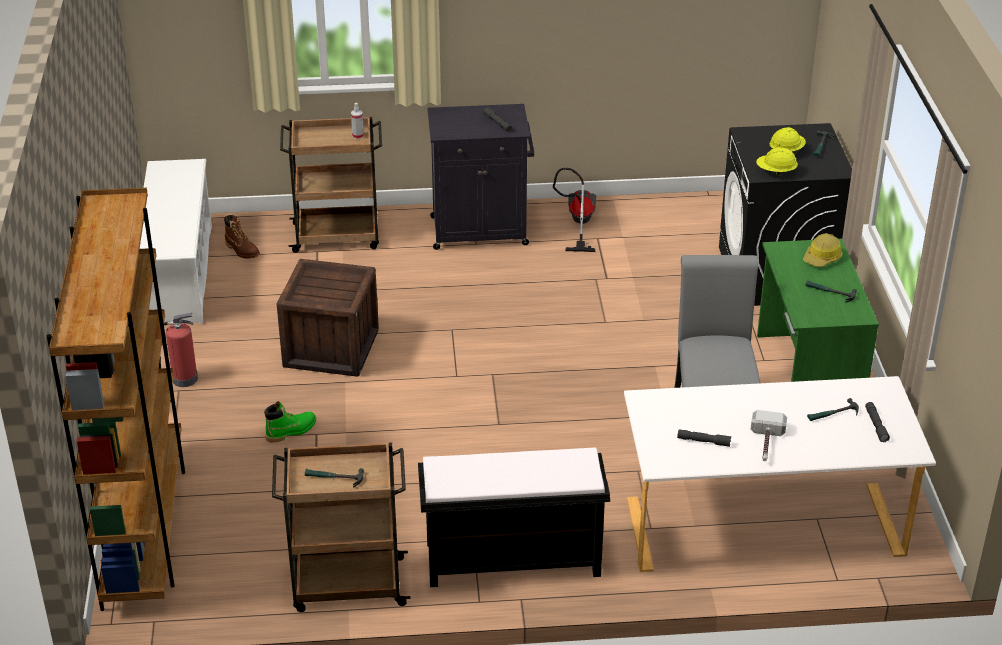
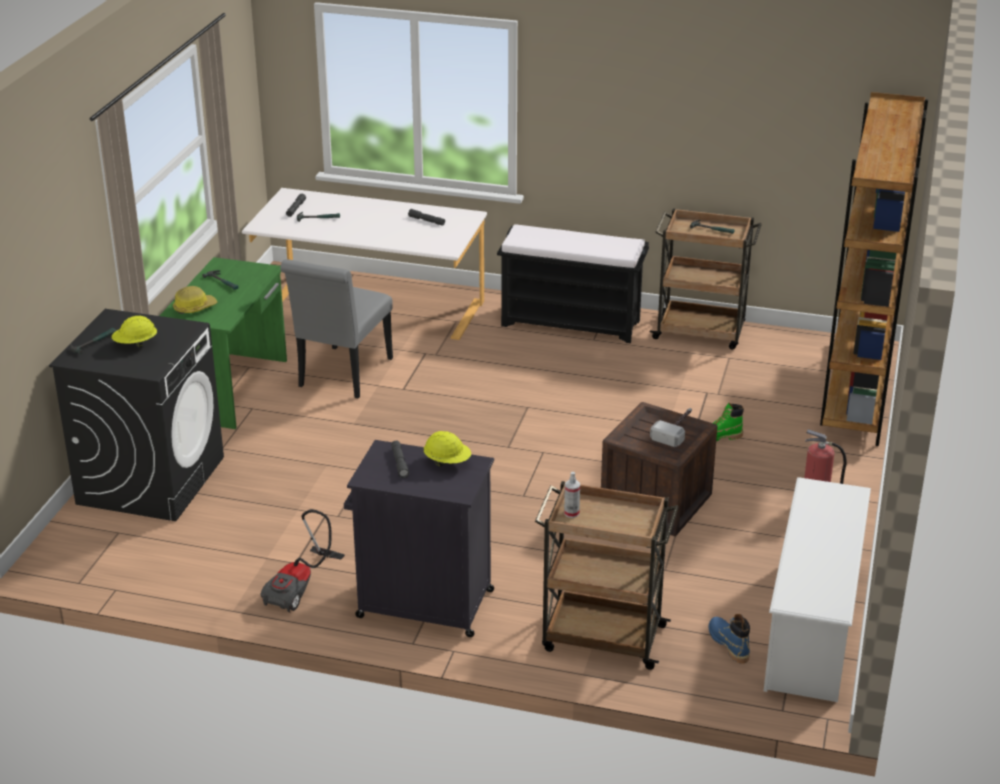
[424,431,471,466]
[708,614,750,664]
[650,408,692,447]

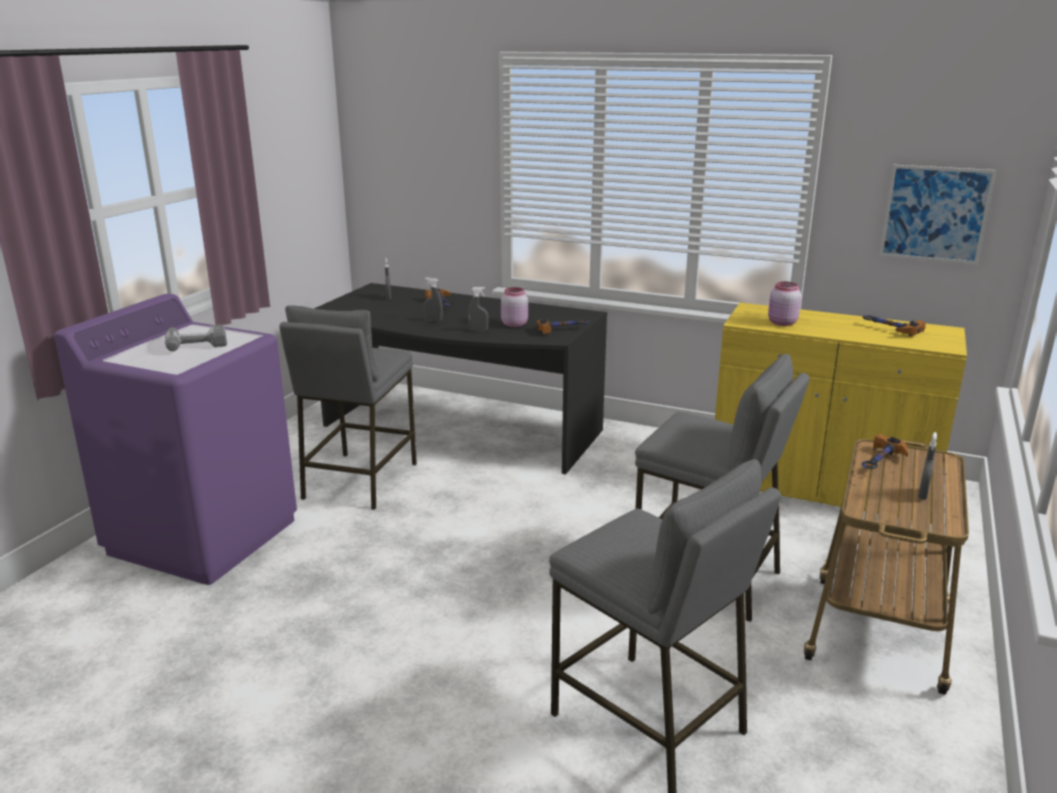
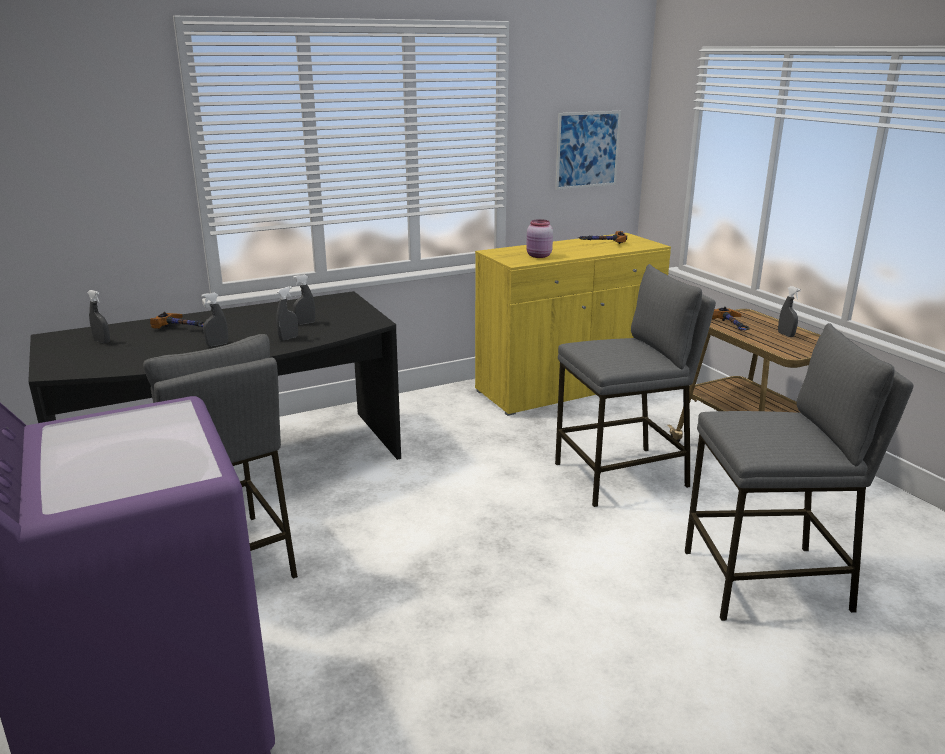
[293,275,315,325]
[536,318,590,334] (first image)
[165,325,227,351] (first image)

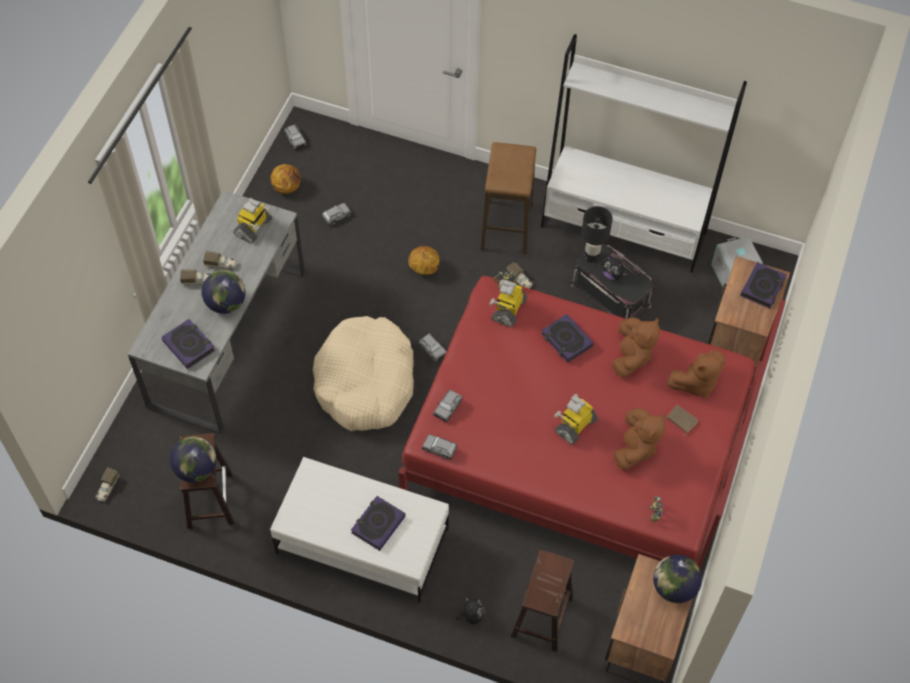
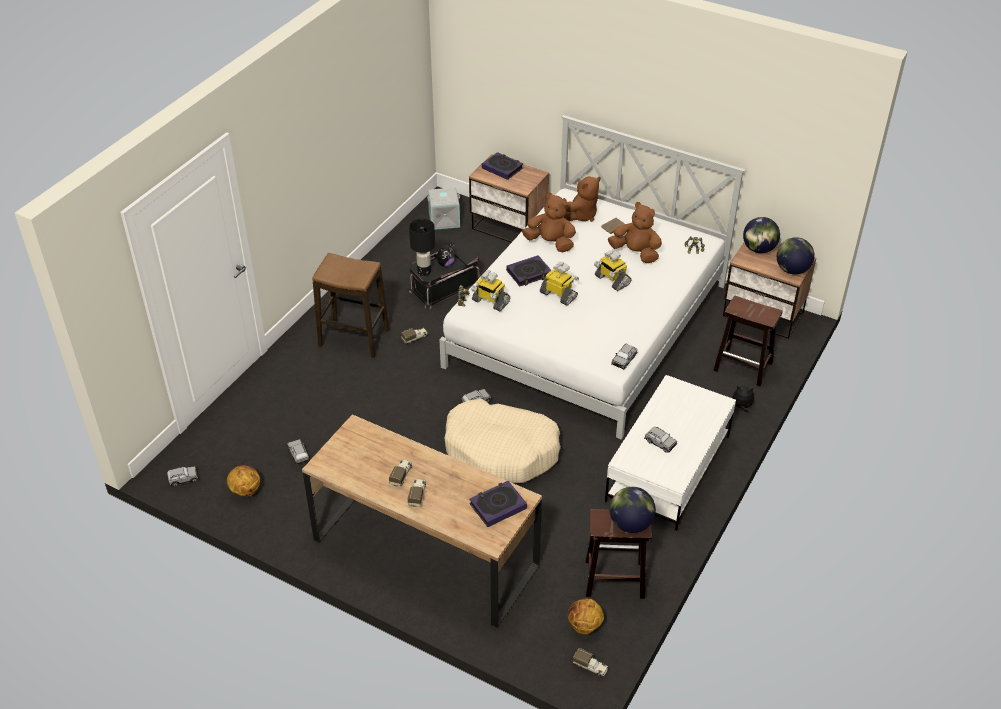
[541,34,747,273] (first image)
[302,414,542,628]
[540,262,579,305]
[568,598,604,635]
[777,237,815,275]
[439,115,745,439]
[563,176,601,222]
[644,426,677,453]
[351,496,405,551] (first image)

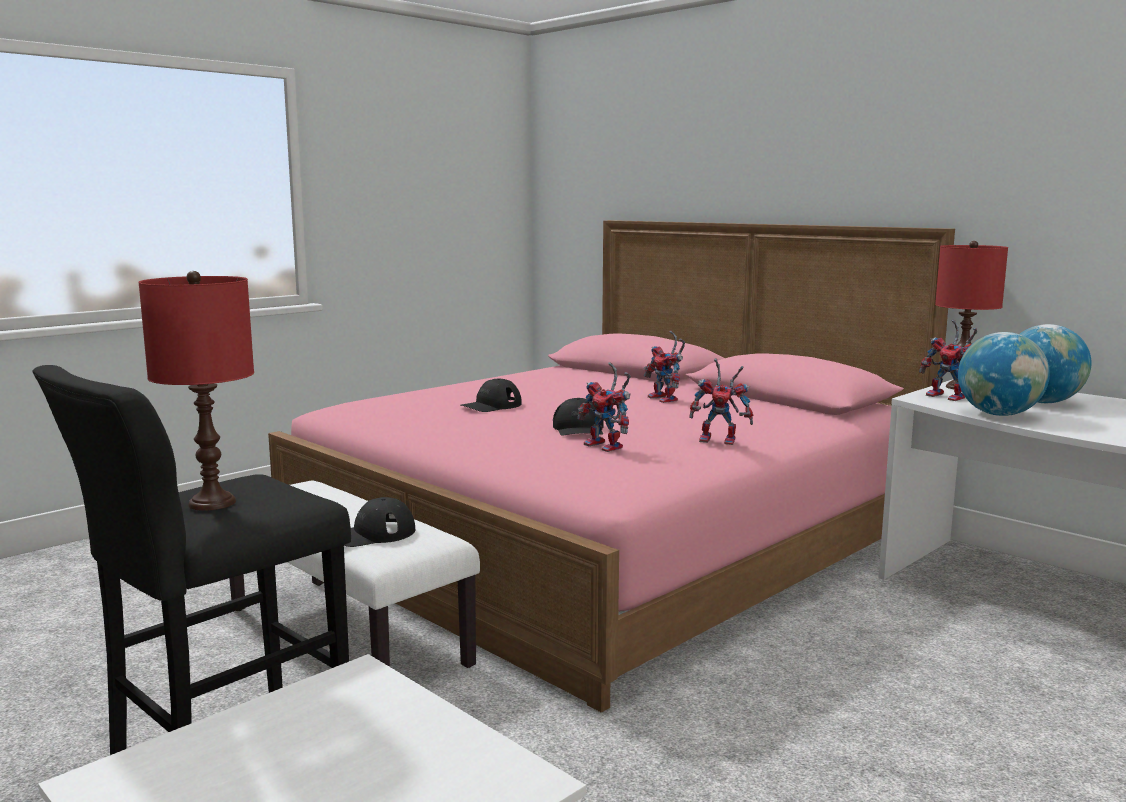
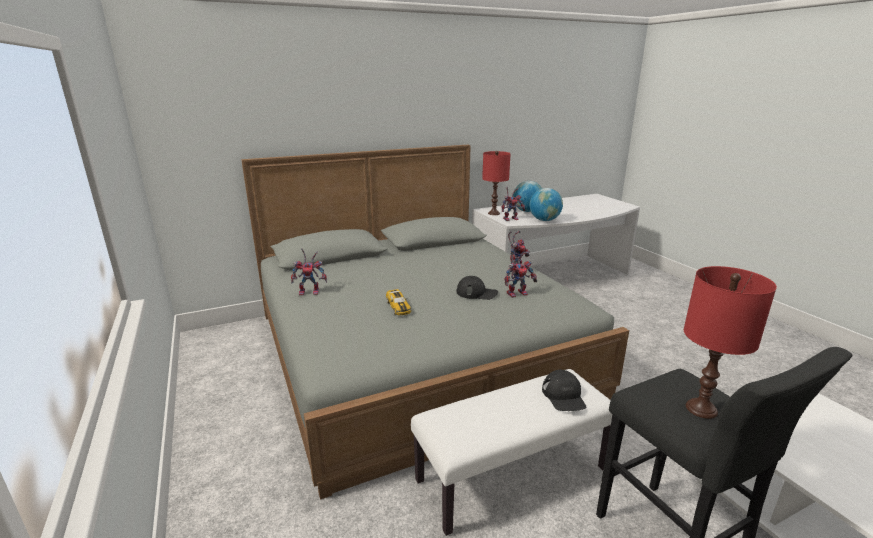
[241,145,629,499]
[291,248,327,296]
[386,289,411,315]

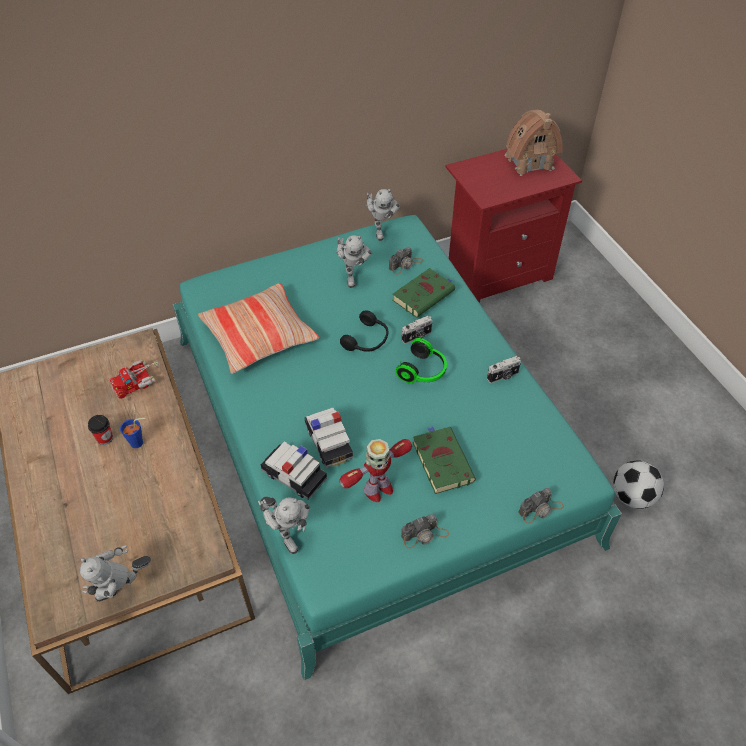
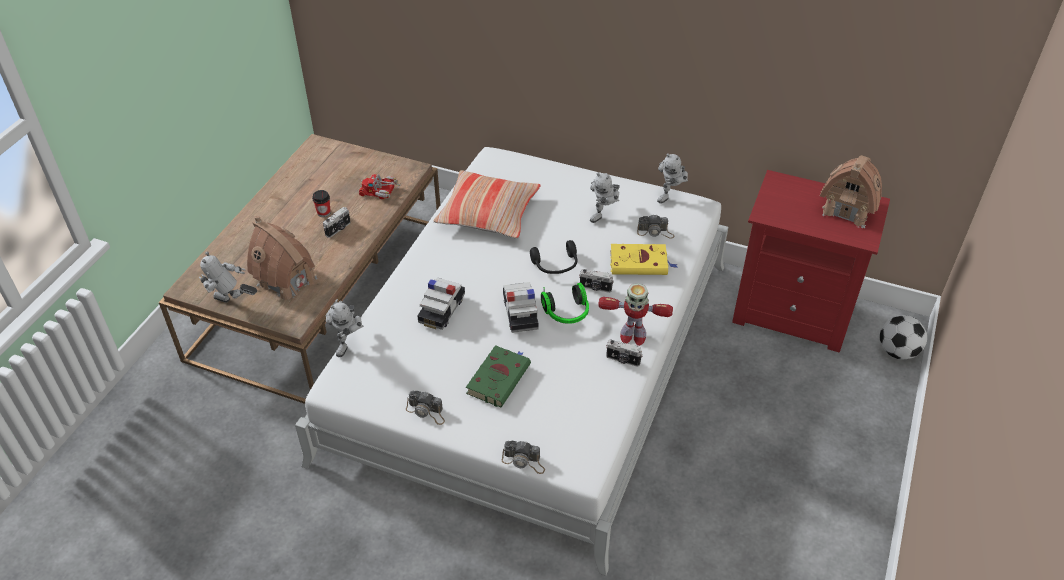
[295,147,728,576]
[610,244,677,275]
[323,207,351,238]
[598,283,673,346]
[503,282,538,333]
[880,315,927,359]
[247,215,318,302]

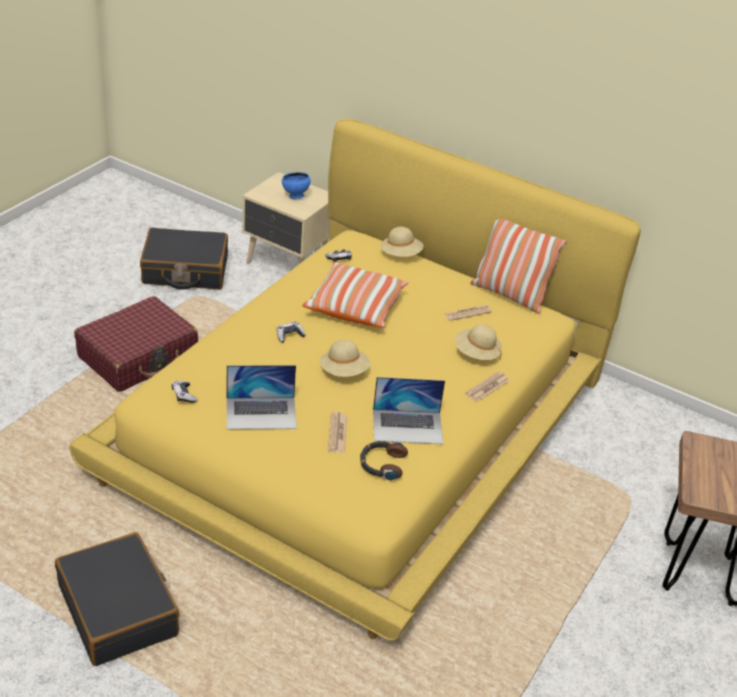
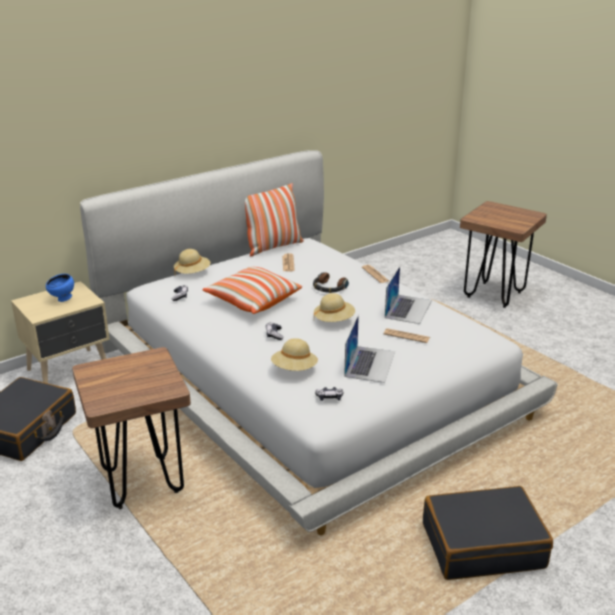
[80,150,557,535]
[72,347,191,509]
[271,338,318,371]
[313,272,349,293]

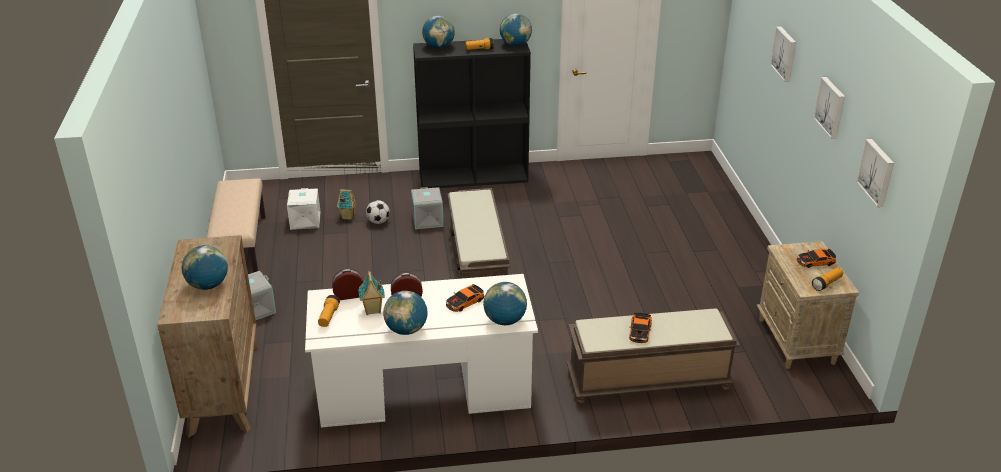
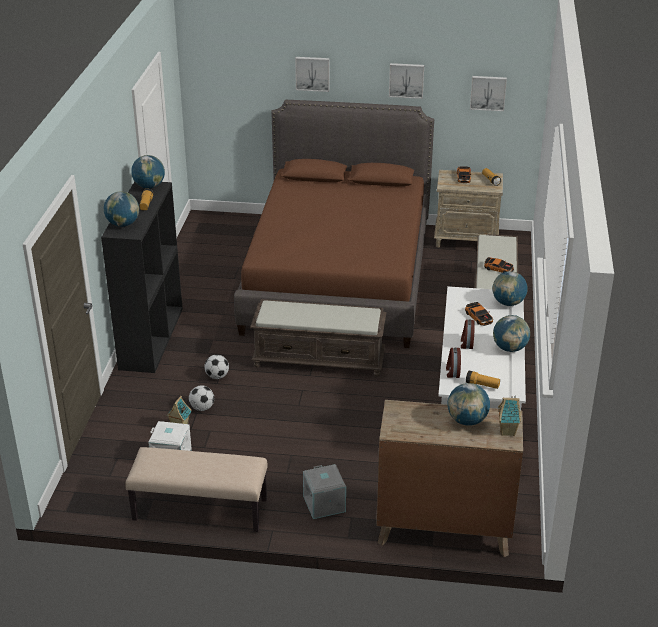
[204,355,229,379]
[498,395,521,436]
[234,100,434,348]

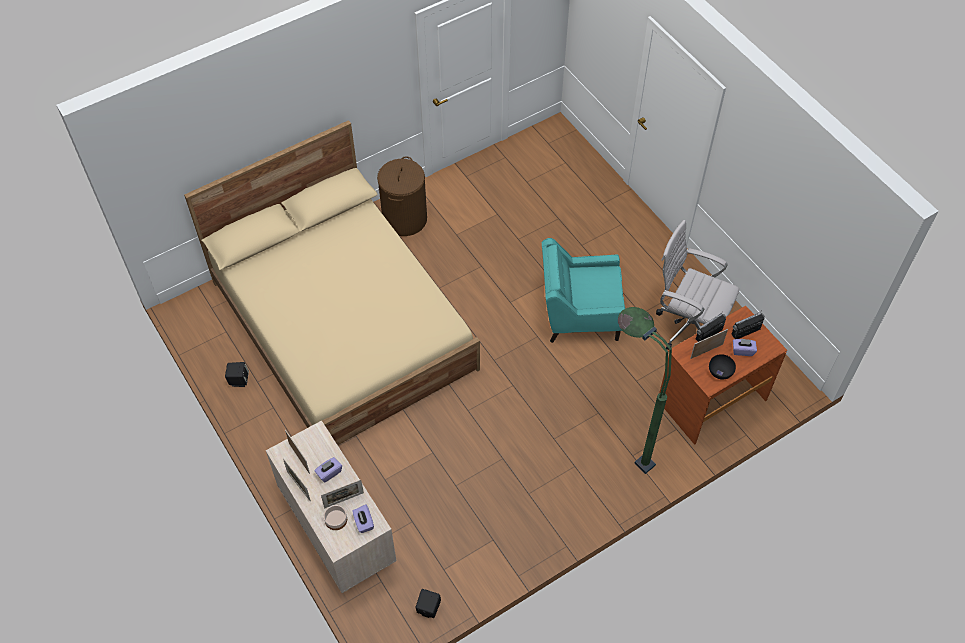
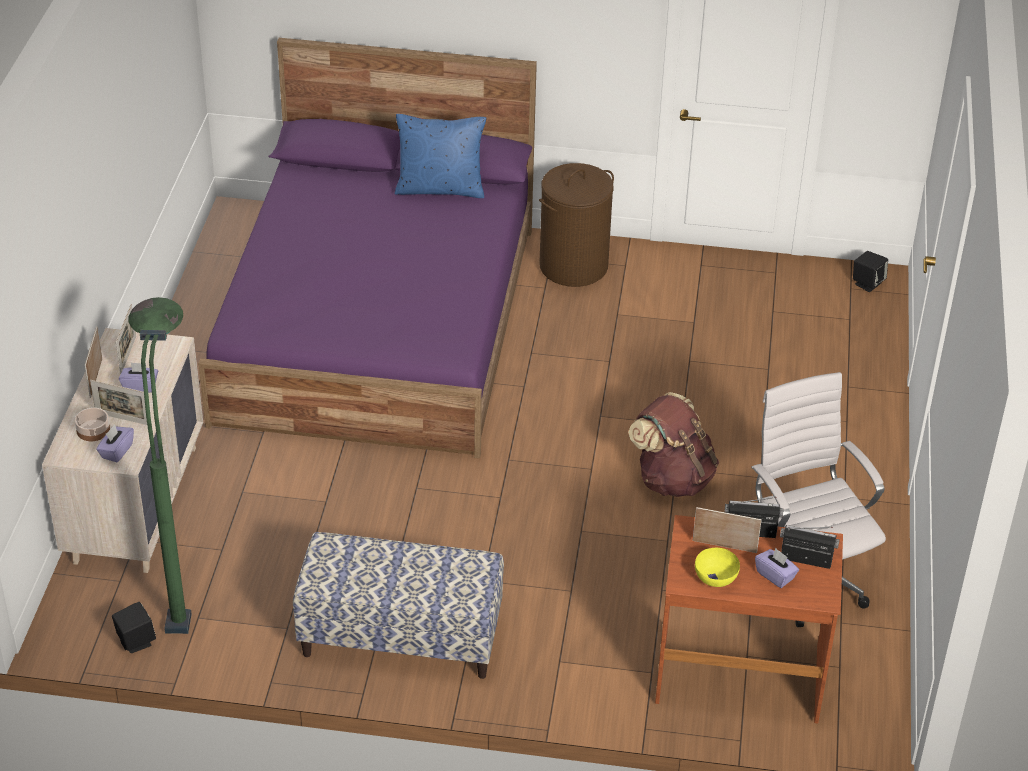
[198,38,537,459]
[628,392,719,497]
[129,297,192,634]
[695,548,740,587]
[853,251,888,292]
[395,114,486,198]
[293,532,504,679]

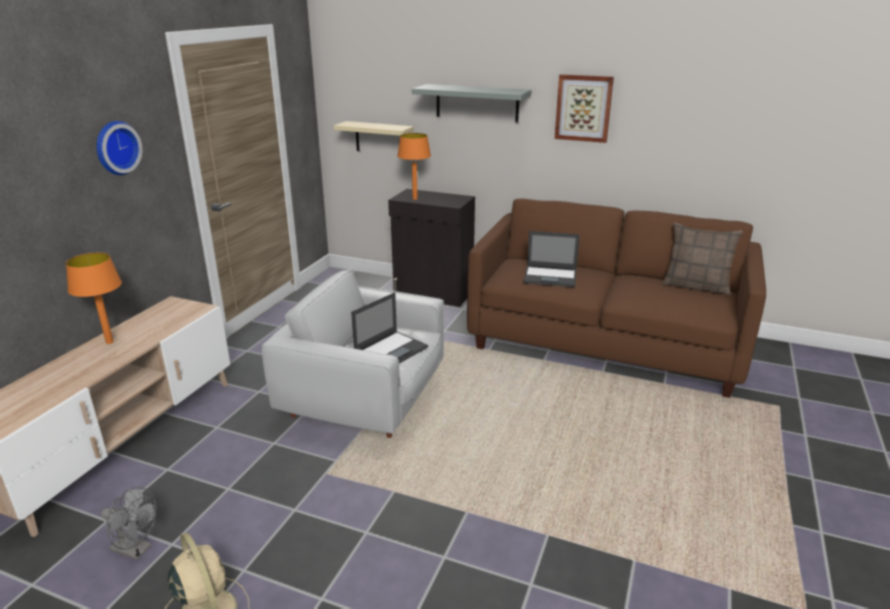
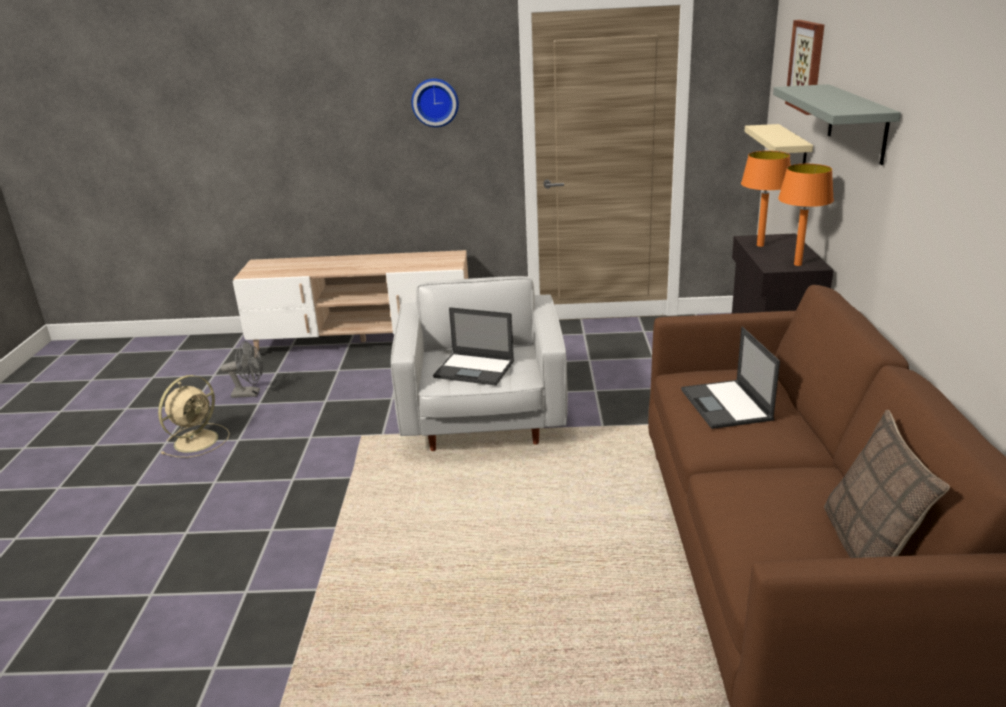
[785,20,824,115]
[778,164,834,266]
[221,341,263,398]

